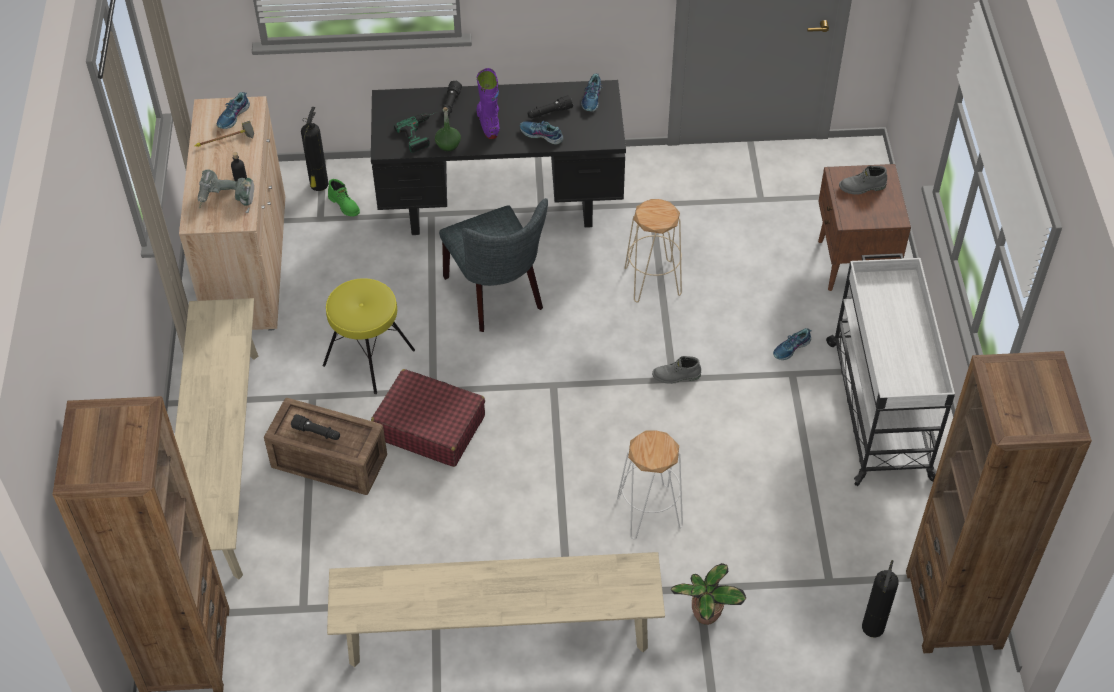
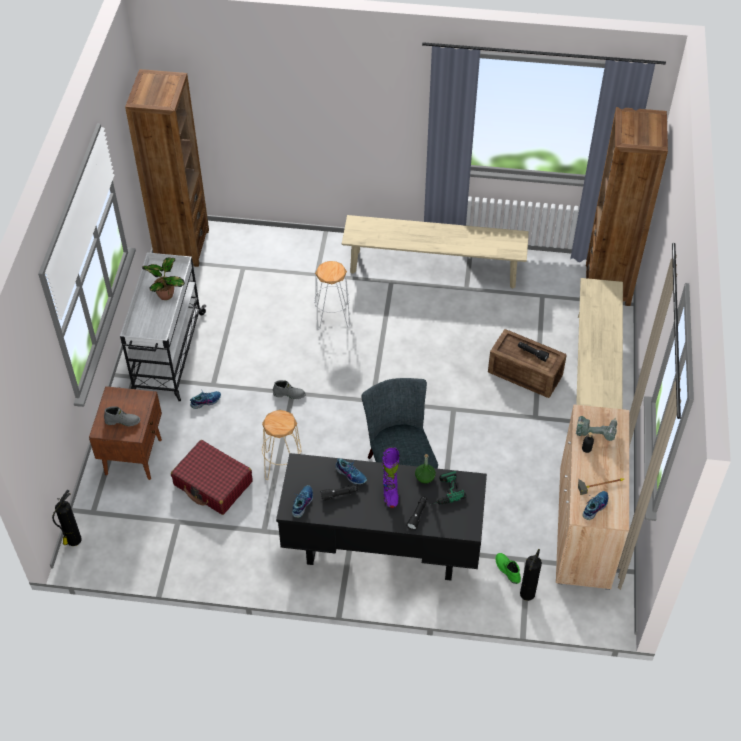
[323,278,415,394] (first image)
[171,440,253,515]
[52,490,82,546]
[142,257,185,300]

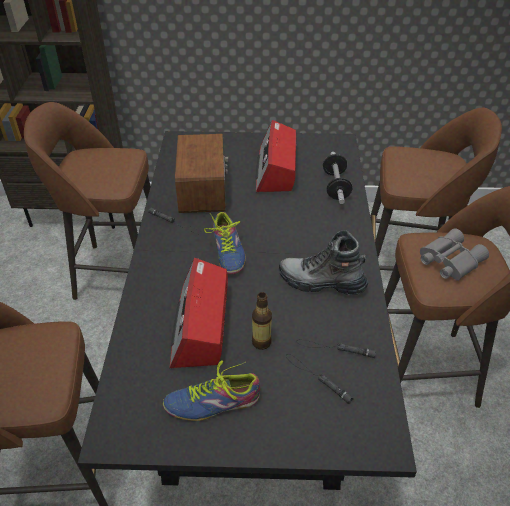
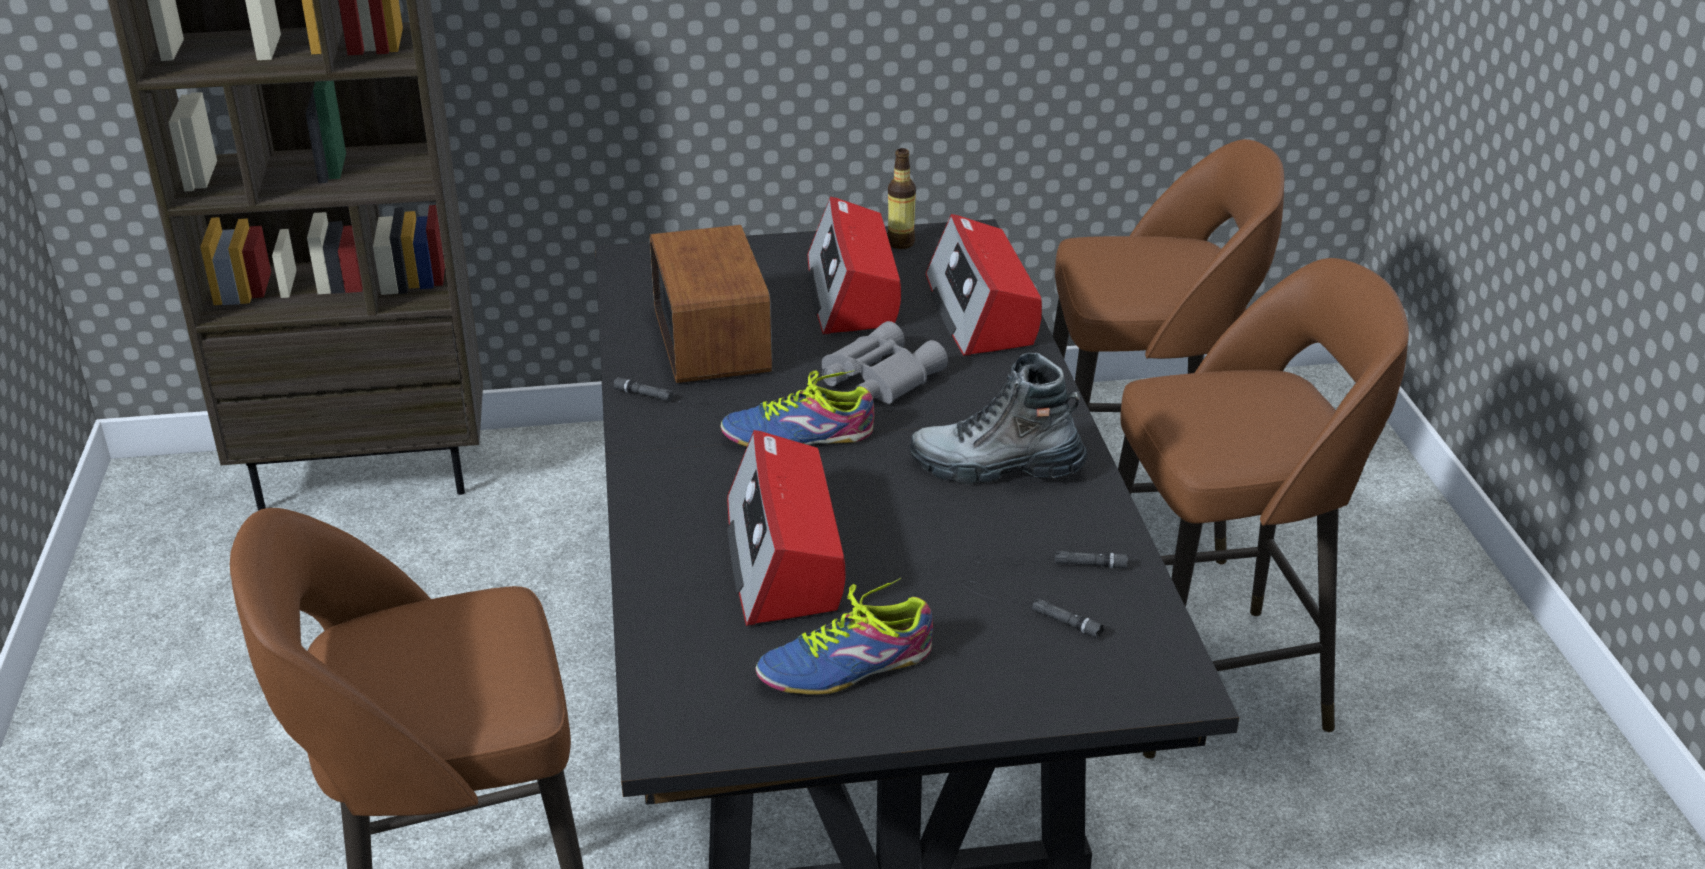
[24,102,151,300] (first image)
[926,214,1042,356]
[720,370,875,446]
[822,321,948,404]
[887,148,916,249]

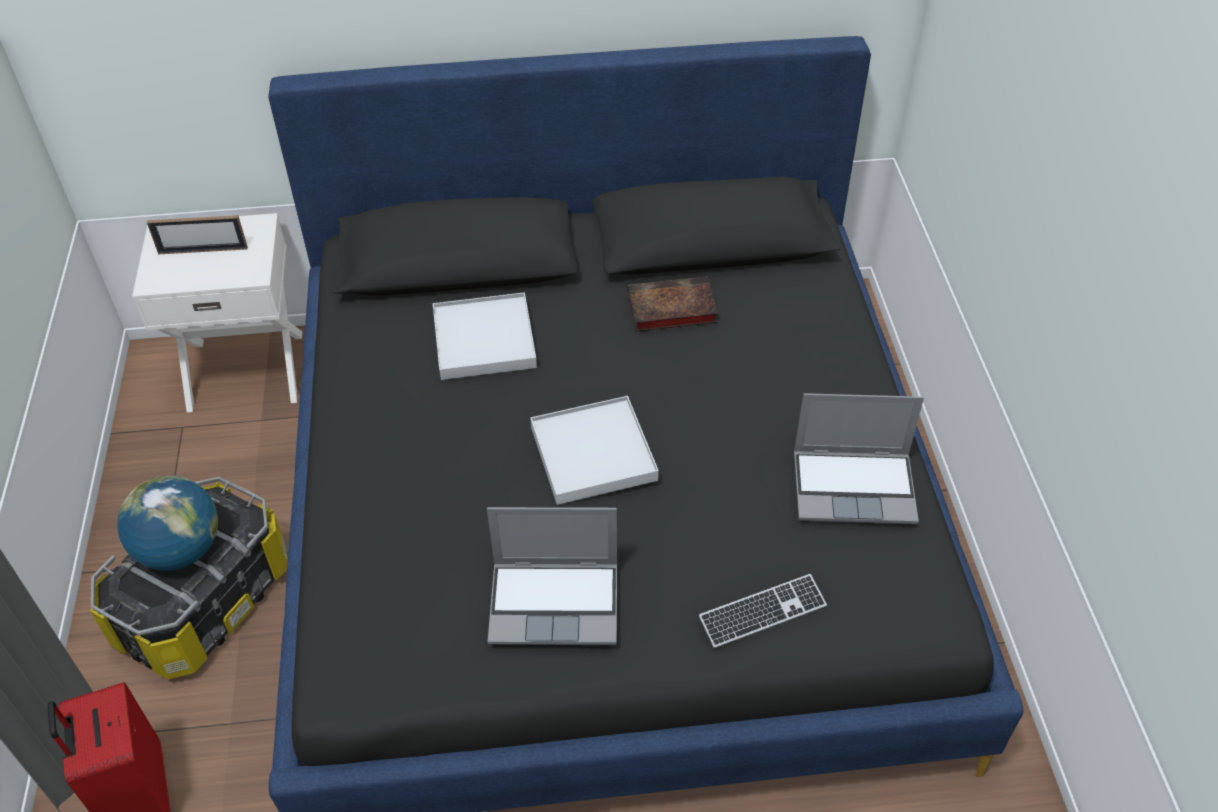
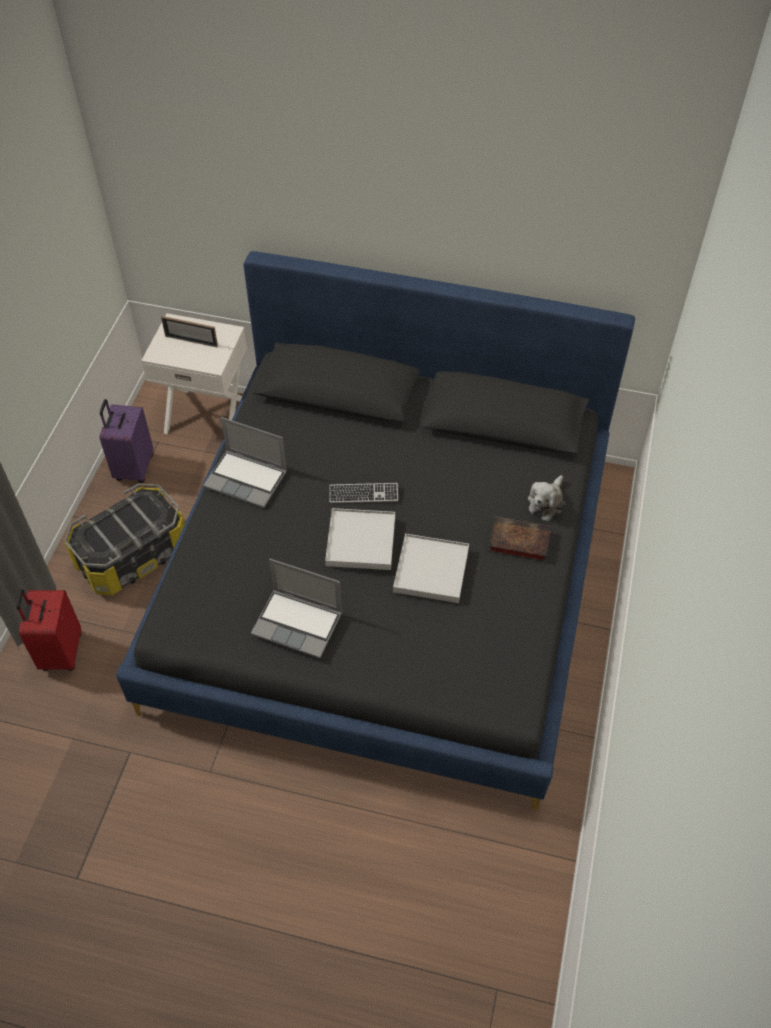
[488,516,551,561]
[393,534,469,603]
[203,417,287,508]
[117,476,218,571] (first image)
[329,483,398,503]
[100,399,153,483]
[528,475,565,522]

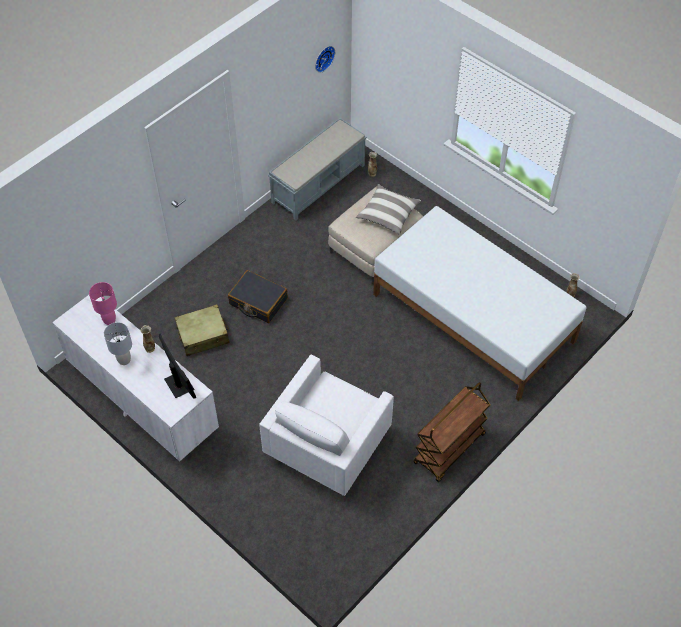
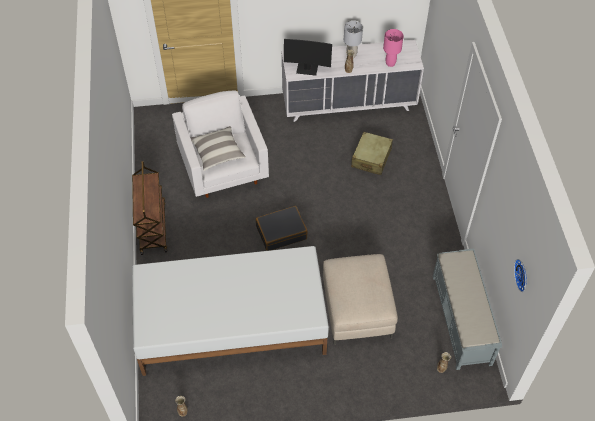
[190,126,246,171]
[256,206,308,251]

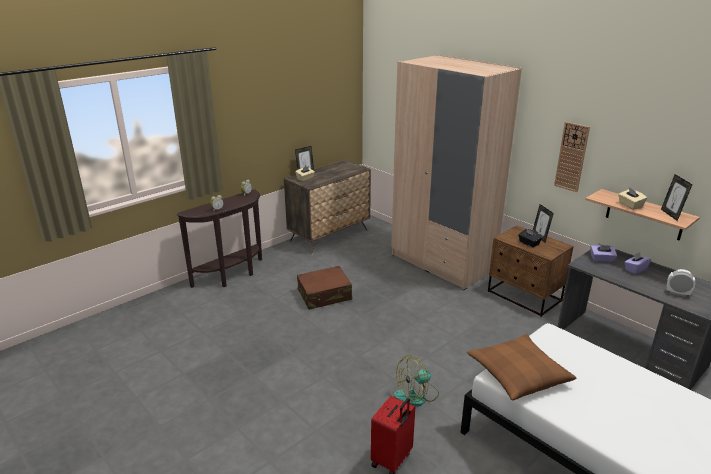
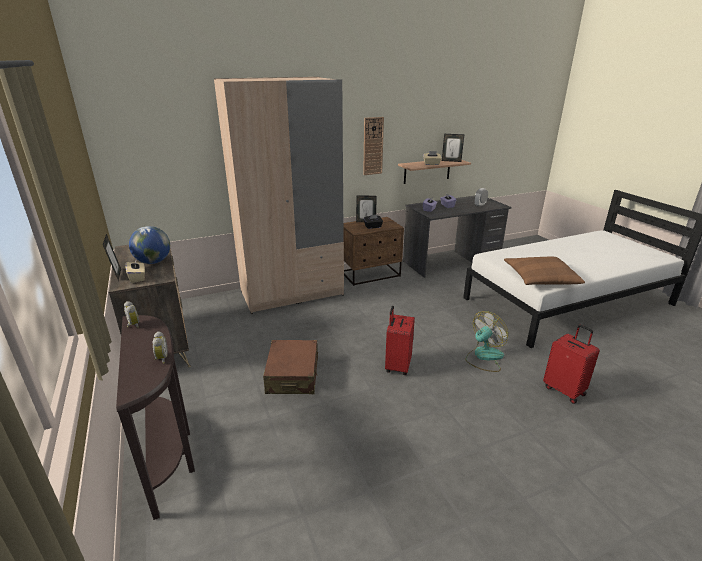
[466,311,508,372]
[129,226,170,264]
[385,306,415,375]

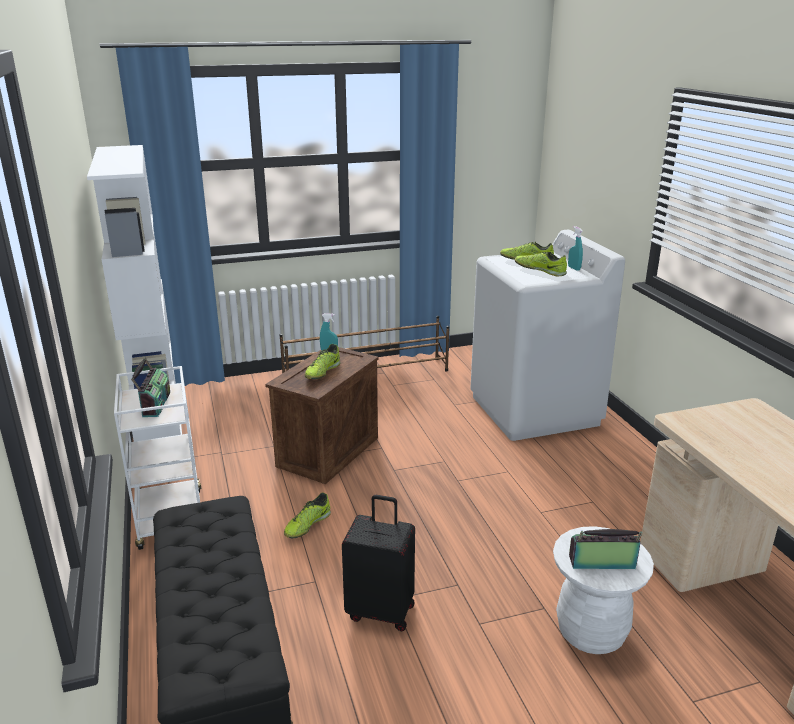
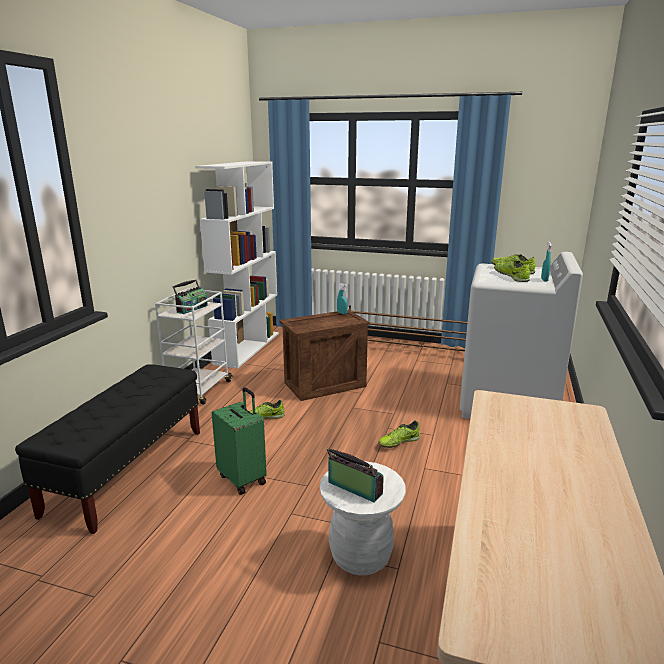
[378,421,420,448]
[212,387,267,495]

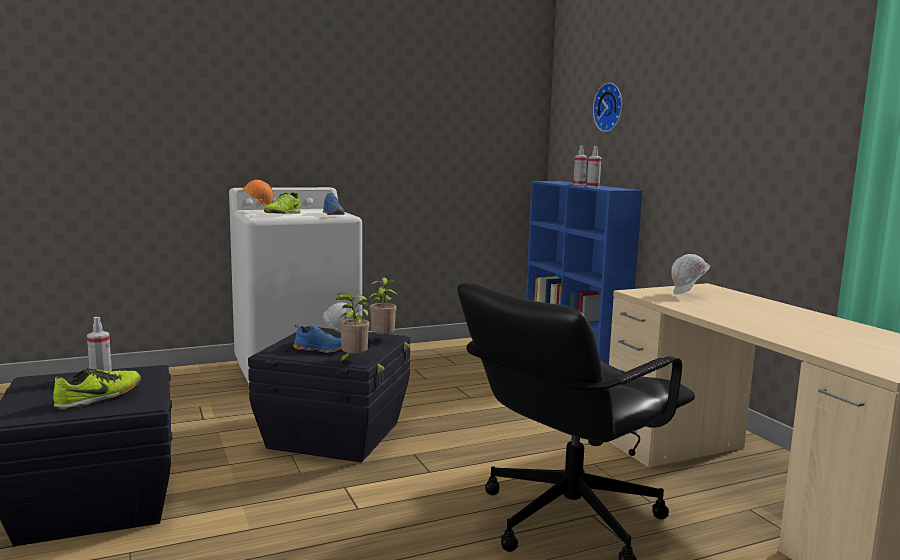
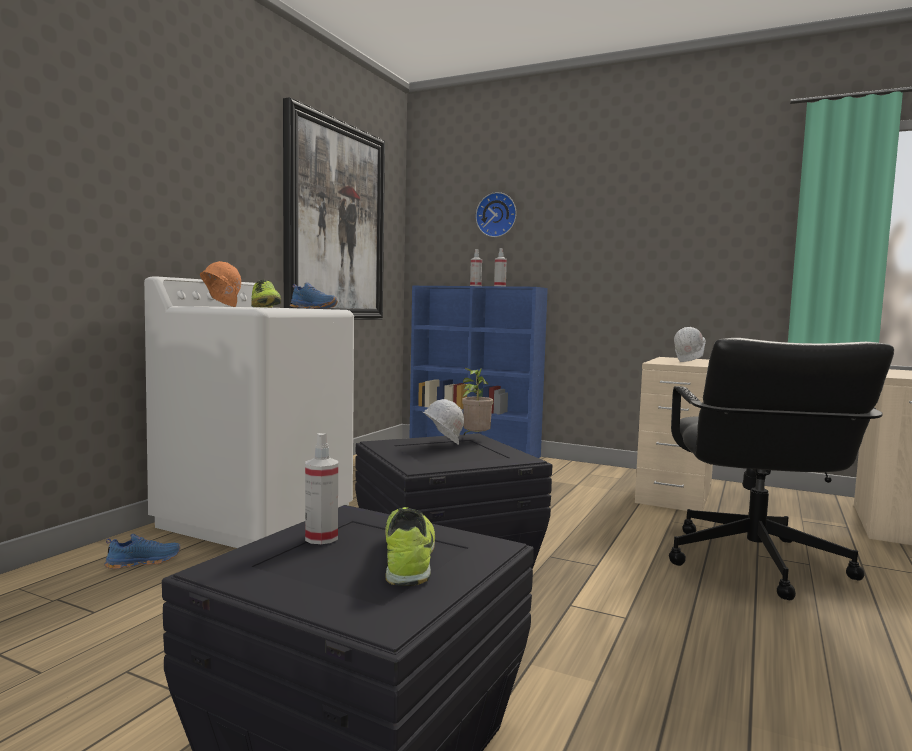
[336,293,370,363] (first image)
[104,534,181,569]
[283,97,385,320]

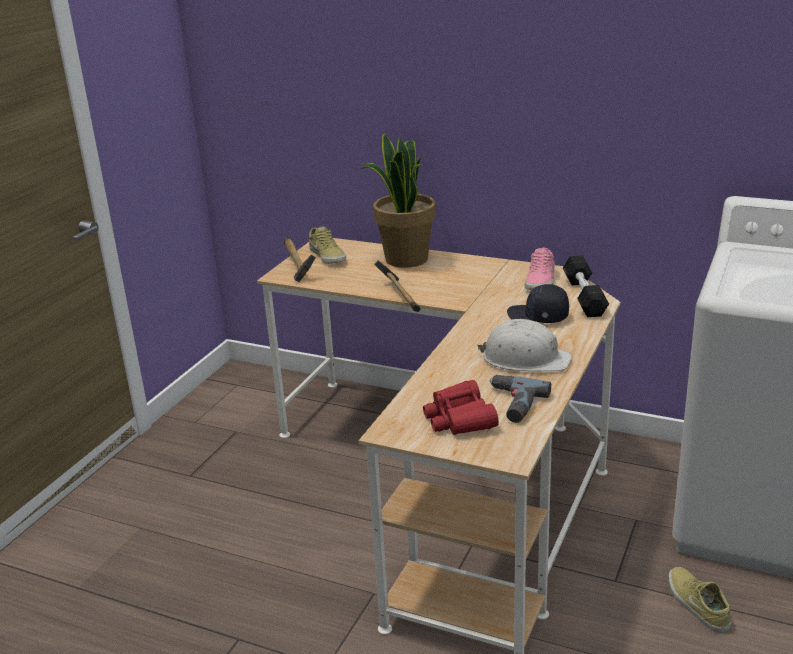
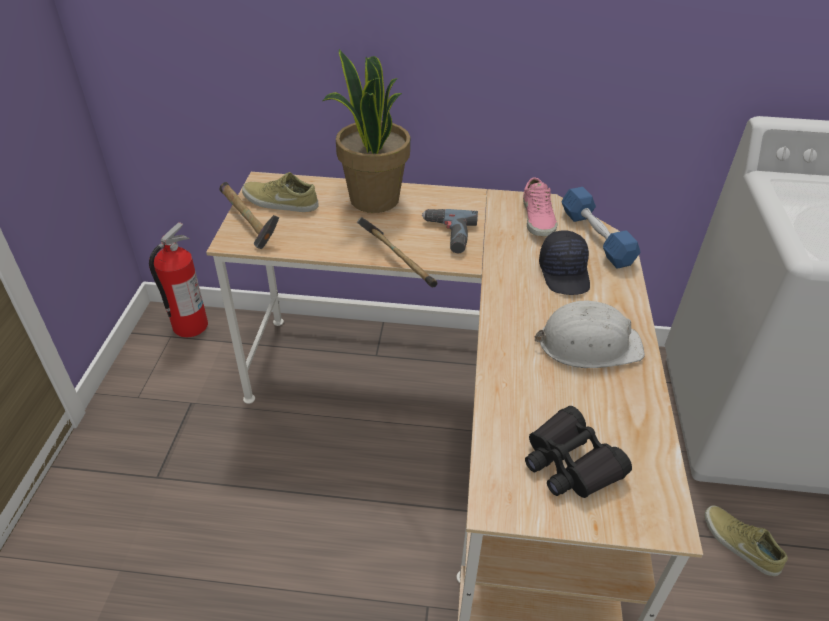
[242,172,319,212]
[561,187,641,269]
[539,230,590,295]
[422,209,478,253]
[525,406,632,498]
[149,222,208,337]

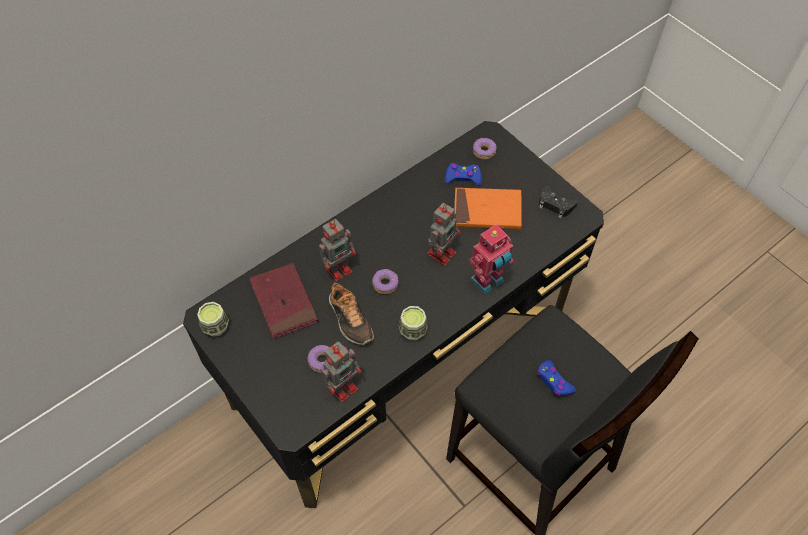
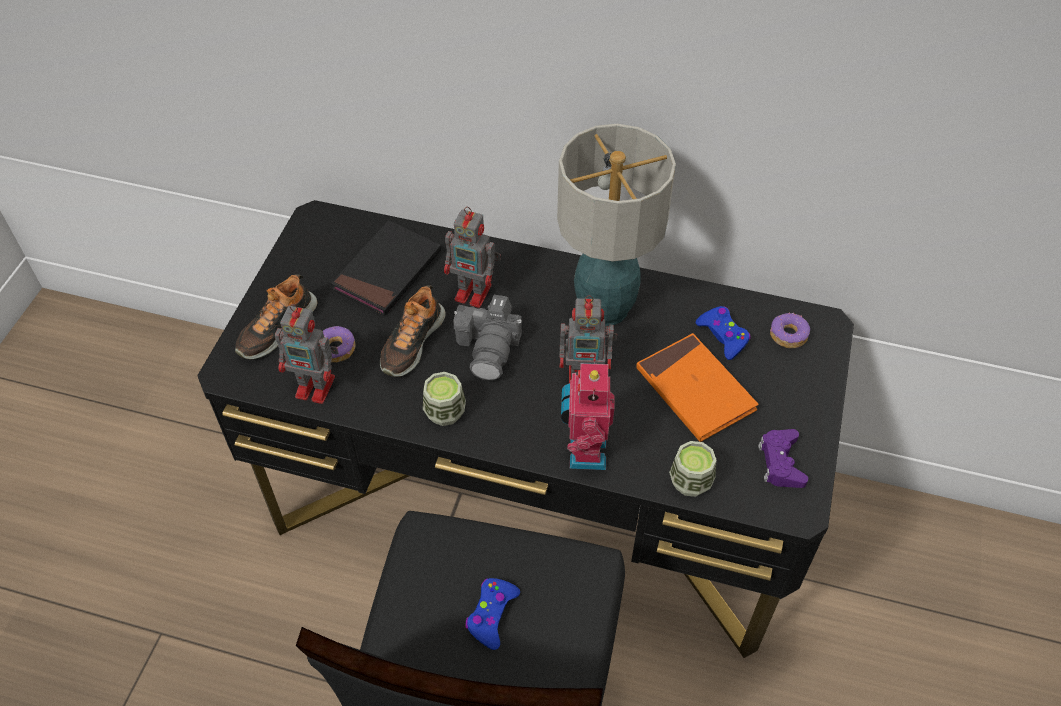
[758,429,808,488]
[561,358,615,470]
[331,220,441,316]
[454,295,522,380]
[669,441,717,497]
[557,124,676,326]
[235,274,317,359]

